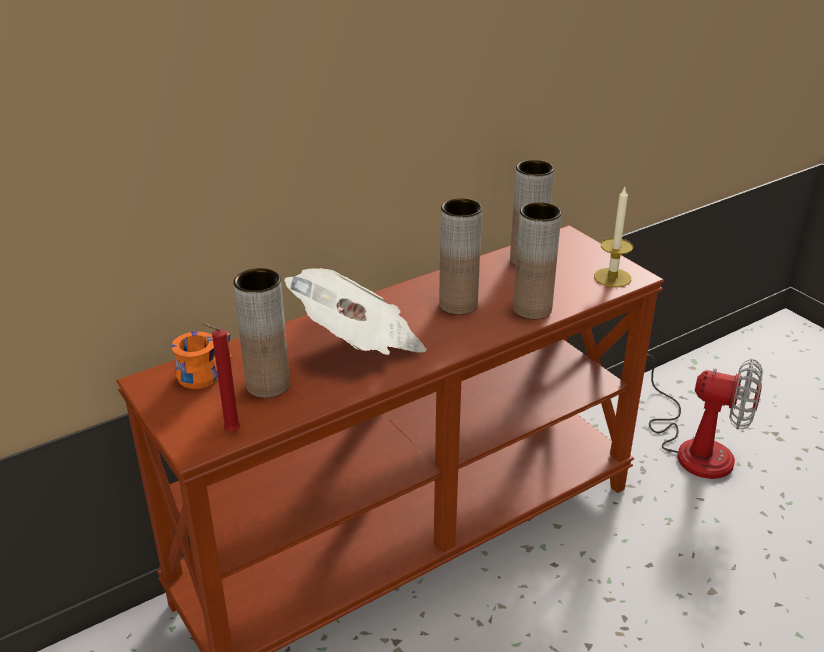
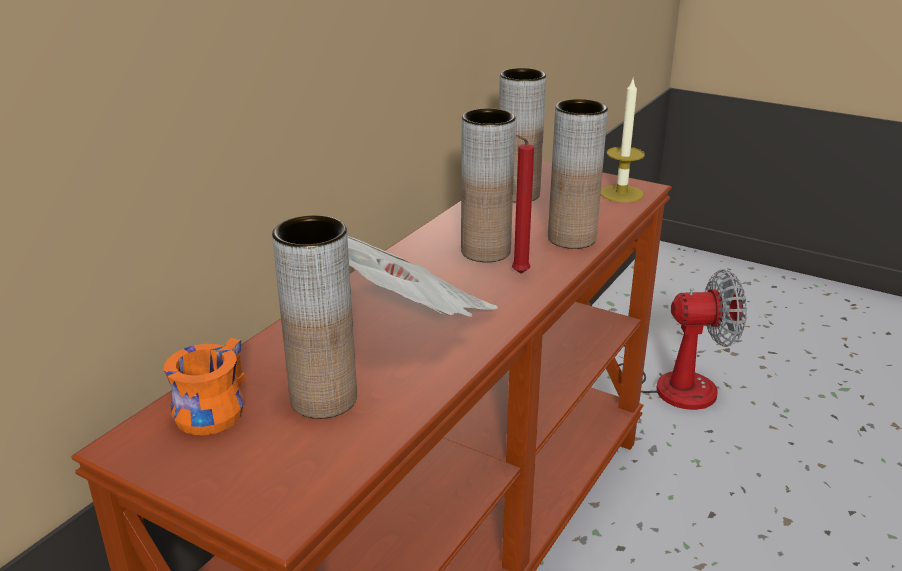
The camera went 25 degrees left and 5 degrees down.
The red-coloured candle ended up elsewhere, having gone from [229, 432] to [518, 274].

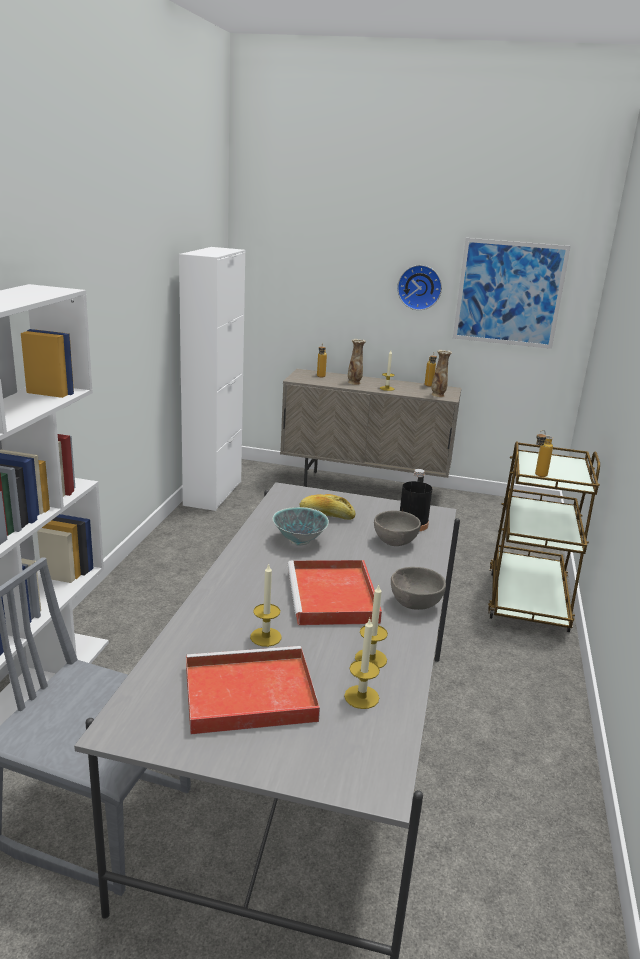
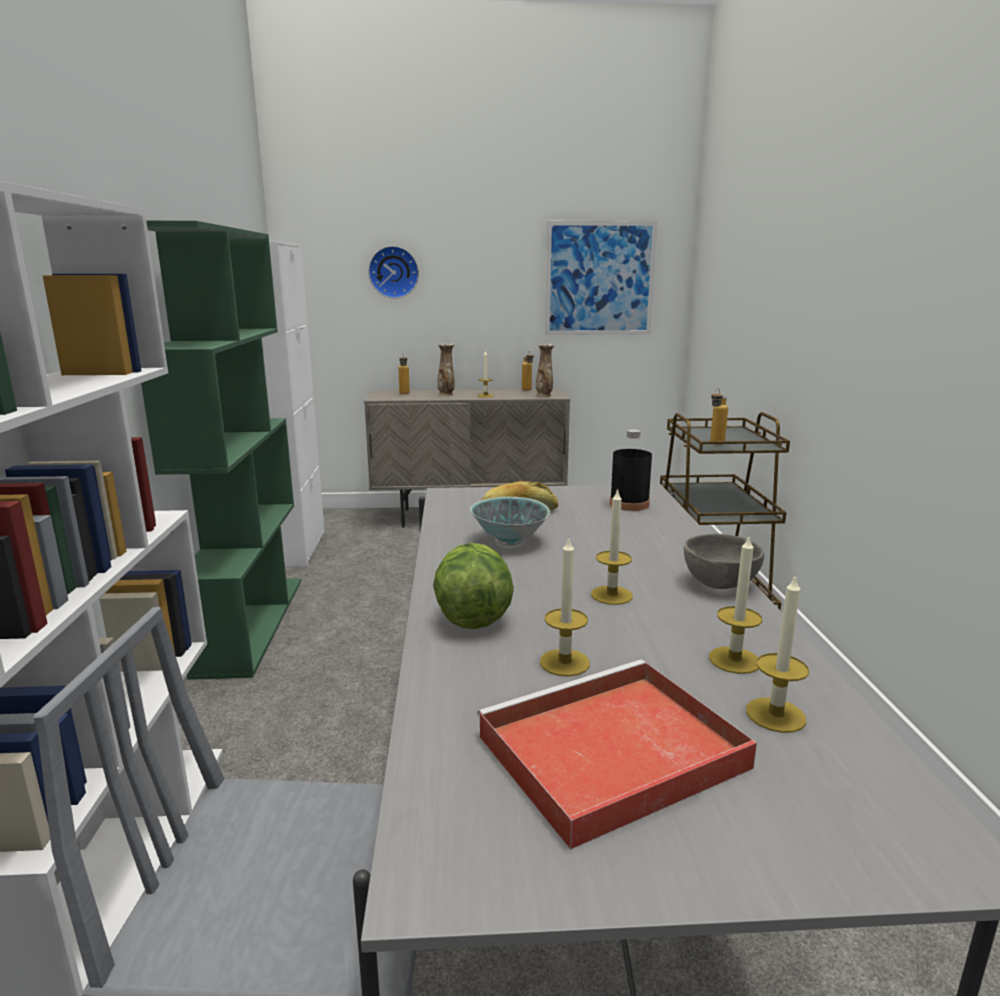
The camera went 15 degrees left and 5 degrees down.
The second view lost the greyish deep dish at [394, 542].
The second view gained the greenish shelving unit at [251, 623].
The second view gained the lettuce head at [472, 617].
The wall clock ended up elsewhere, having gone from [419, 287] to [394, 272].
Where the red-coloured serving tray stood at [333, 597], the candle came to stand at [611, 595].

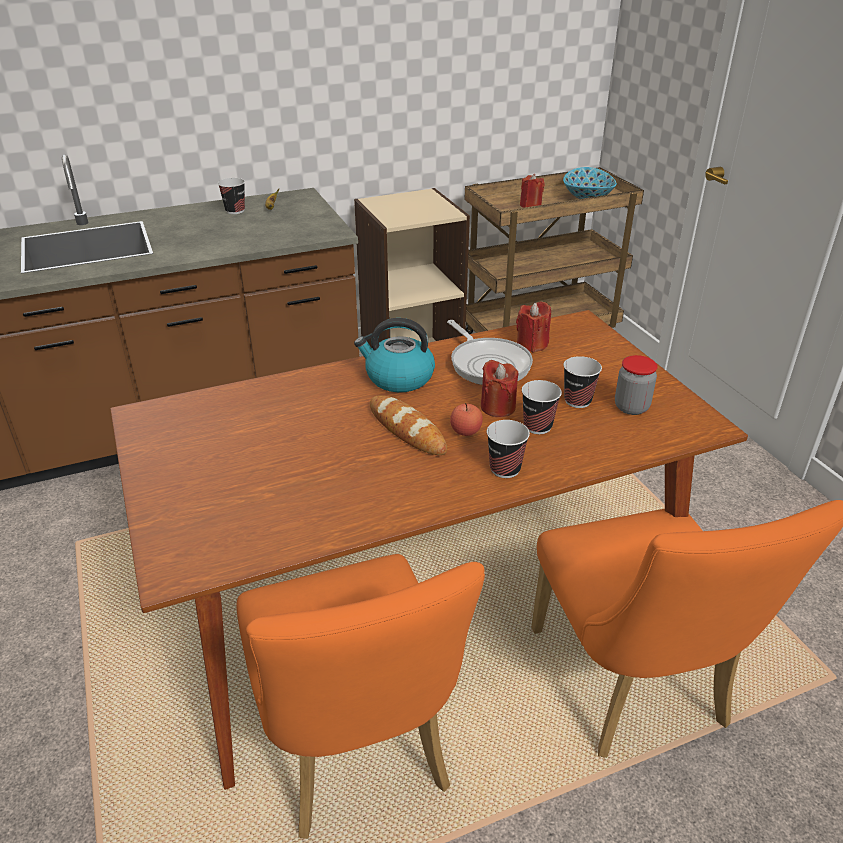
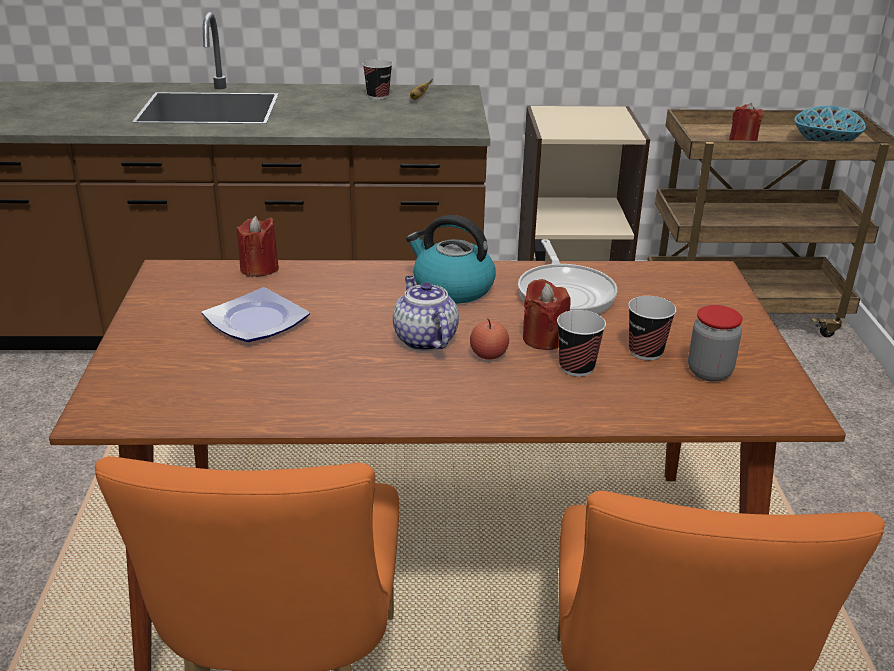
The camera went 20 degrees right and 5 degrees down.
The second view lost the drinking cup at [505, 469].
The second view gained the flat dish at [259, 321].
The red-coloured candle ended up elsewhere, having gone from [532, 344] to [259, 269].
Where the bread stood at [407, 429], the teapot came to stand at [424, 339].

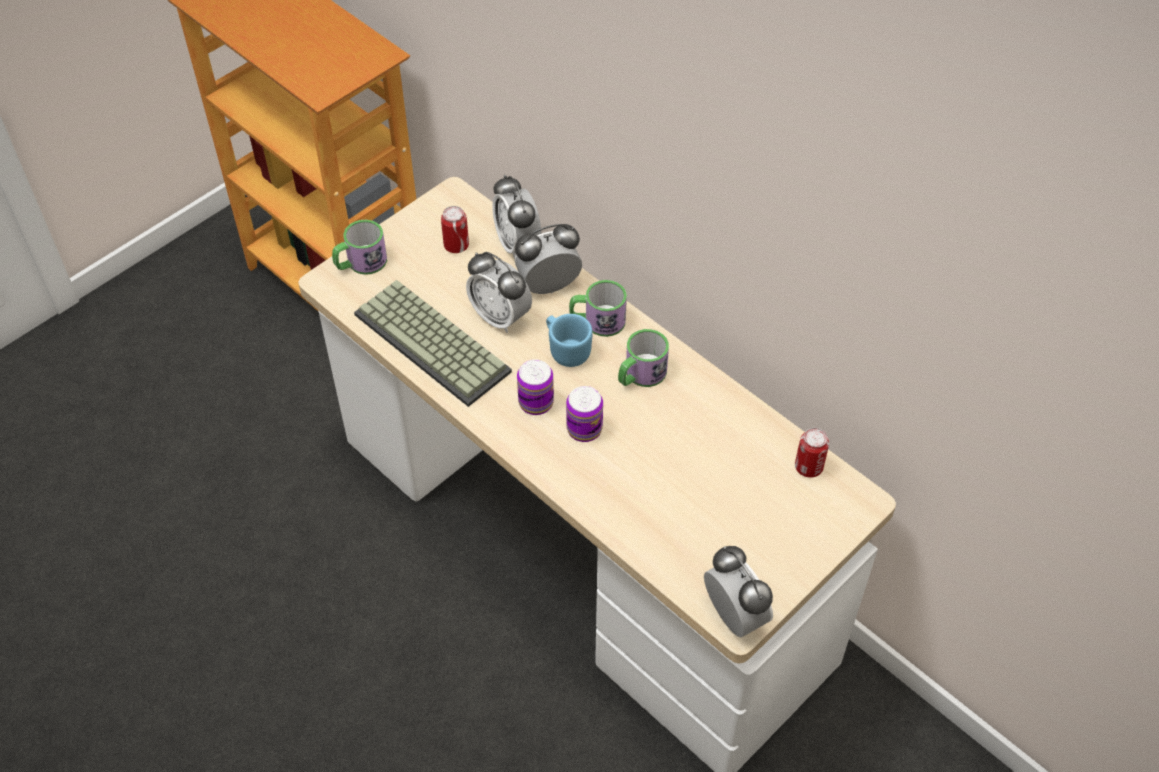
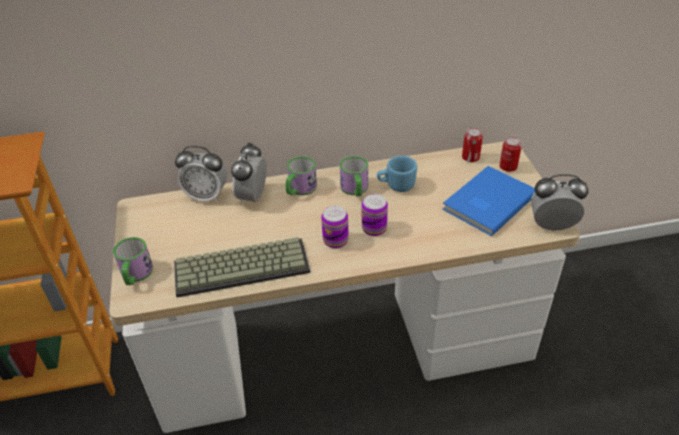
The camera went 55 degrees left and 10 degrees down.
The second view lost the table clock at [500, 317].
The second view gained the blue bound book at [486, 202].
The sealed can ended up elsewhere, having gone from [456, 245] to [508, 167].
The blue coffee mug ended up elsewhere, having gone from [566, 350] to [396, 185].

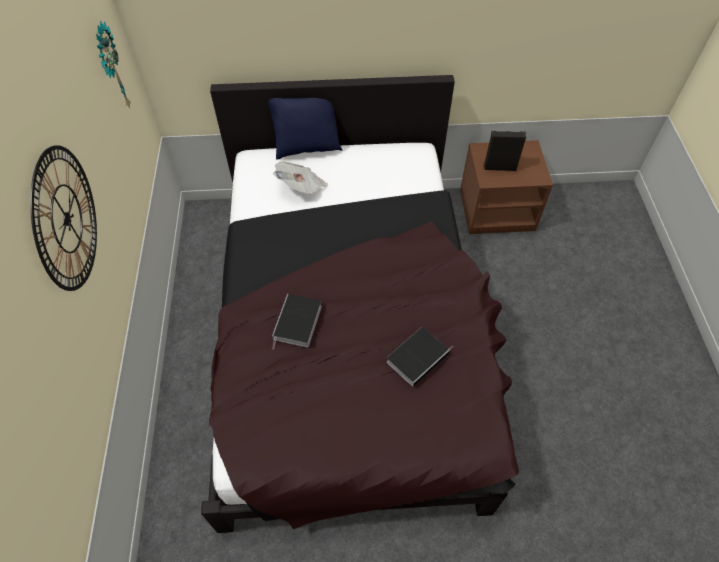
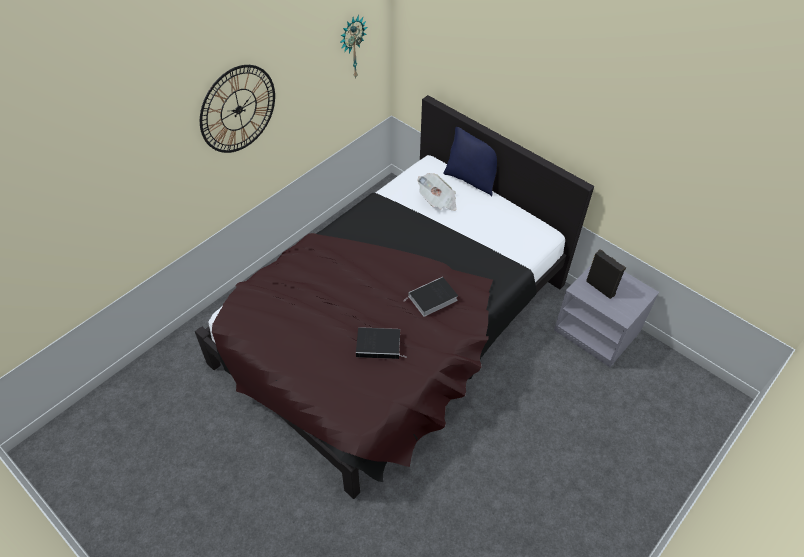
The camera went 45 degrees right and 5 degrees down.
The bound book ended up elsewhere, having gone from [297, 324] to [432, 299].
What was the brownish bedside table at [497, 210] turned into the greyish bedside table at [597, 331].

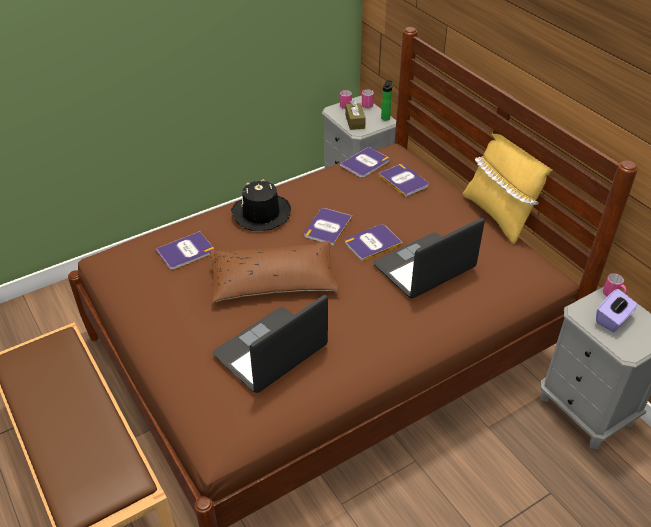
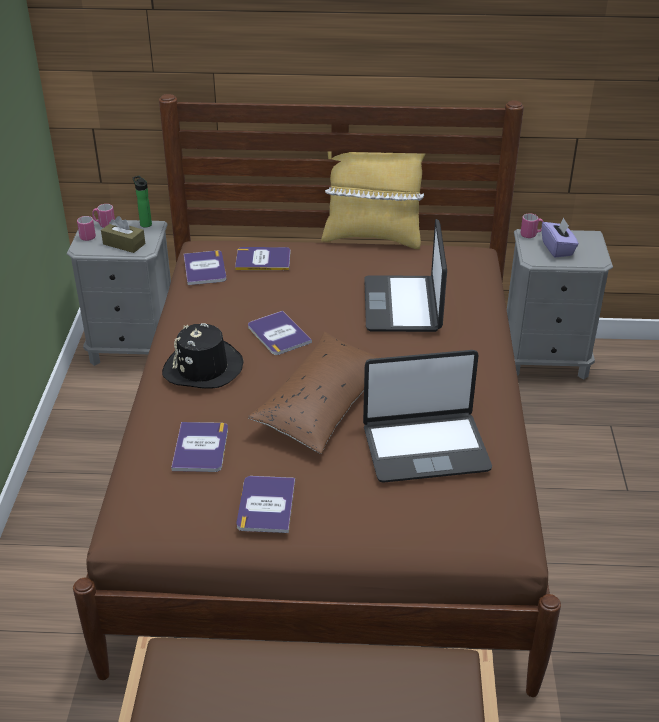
The camera went 55 degrees left and 5 degrees down.
The bound book ended up elsewhere, having gone from [372, 243] to [266, 505].
The portable computer at [271, 352] ended up facing another way, 90 degrees counterclockwise from before.

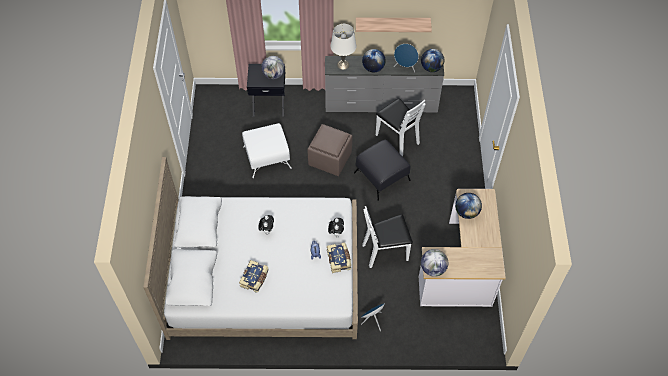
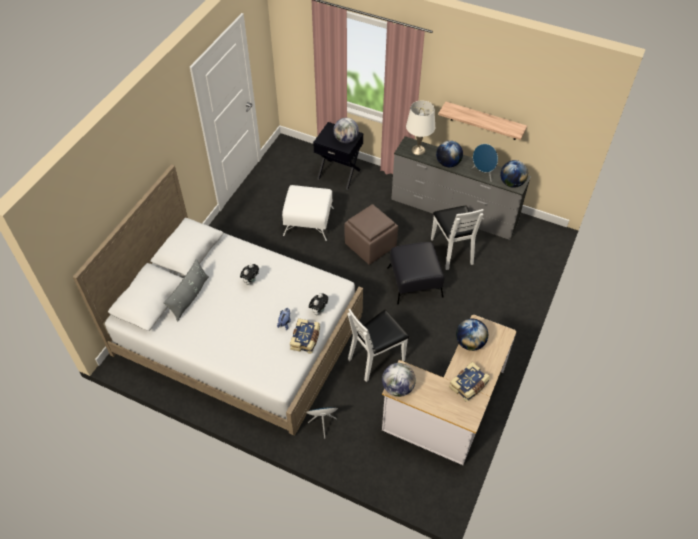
The camera went 25 degrees right and 5 degrees down.
The second view gained the greyish pillow at [190, 297].
The bound book ended up elsewhere, having gone from [255, 279] to [469, 385].
The whitish upright chair at [385, 251] ended up facing another way, 45 degrees counterclockwise from before.

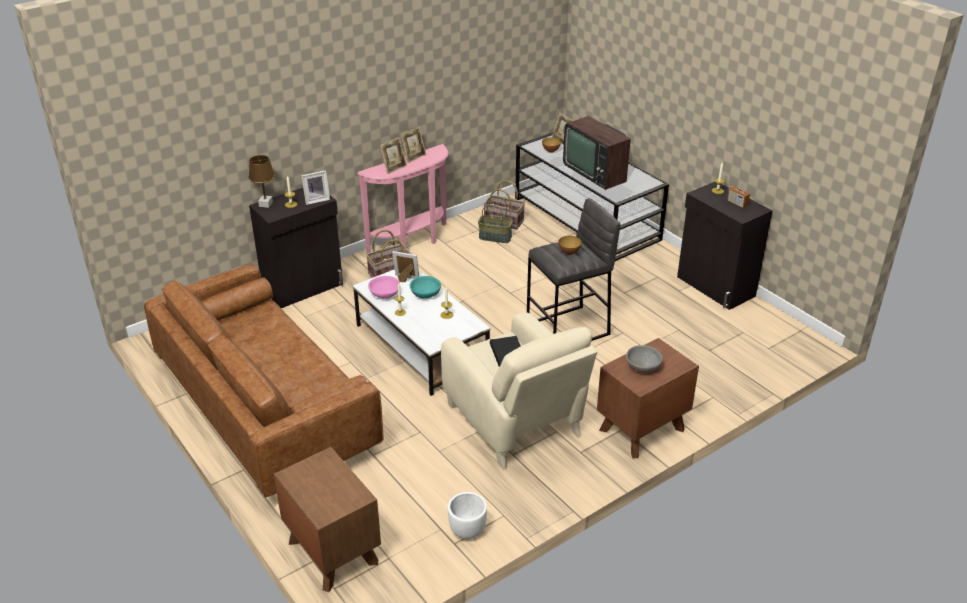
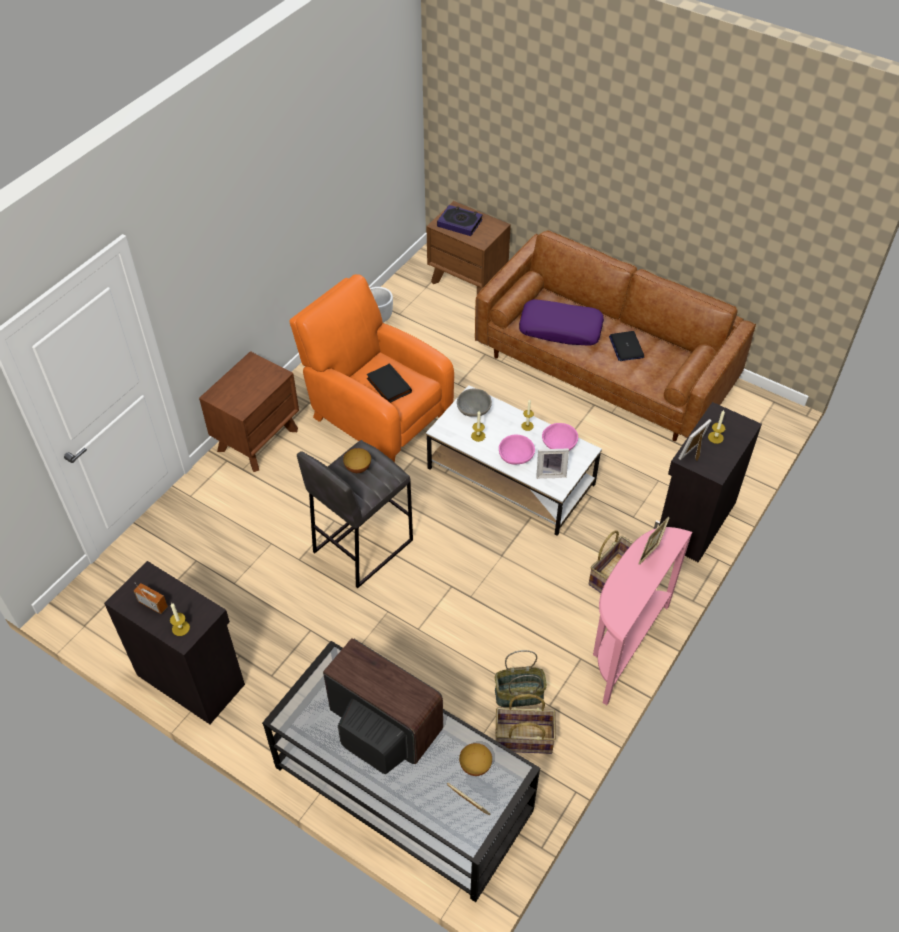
The camera went 160 degrees right and 15 degrees up.
The second view lost the brownish tabletop lamp at [266, 204].
The second view lost the picture frame at [414, 157].
The second view gained the bound book at [460, 223].
The second view gained the purple pillow at [560, 329].
The second view gained the portable computer at [626, 347].
The greyish deep dish ended up elsewhere, having gone from [643, 367] to [473, 410].
What was the turquoise deep dish at [426, 294] turned into the pink-coloured deep dish at [515, 457].
What was the sand-coloured lounge chair at [515, 423] turned into the orangey lounge chair at [376, 414].

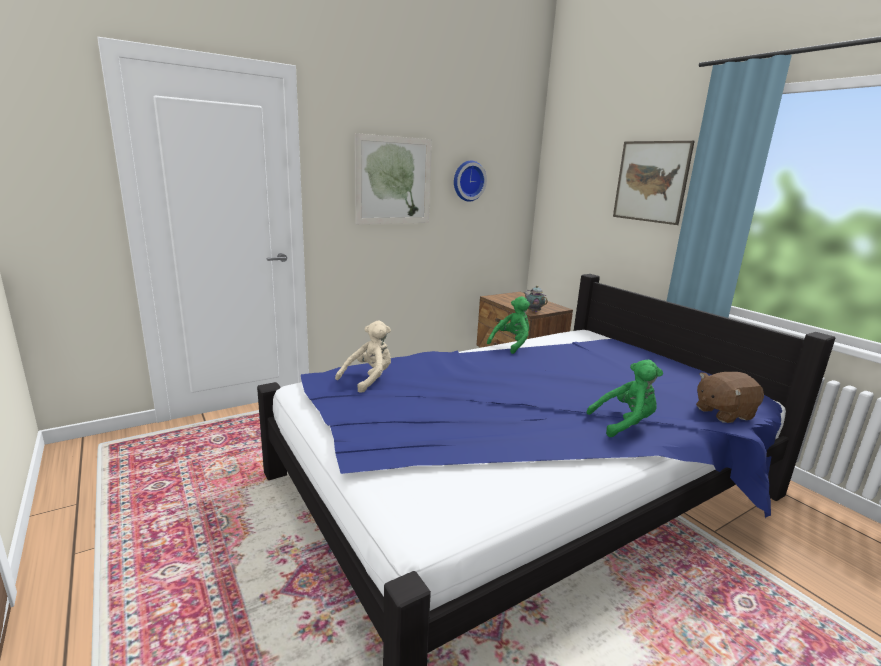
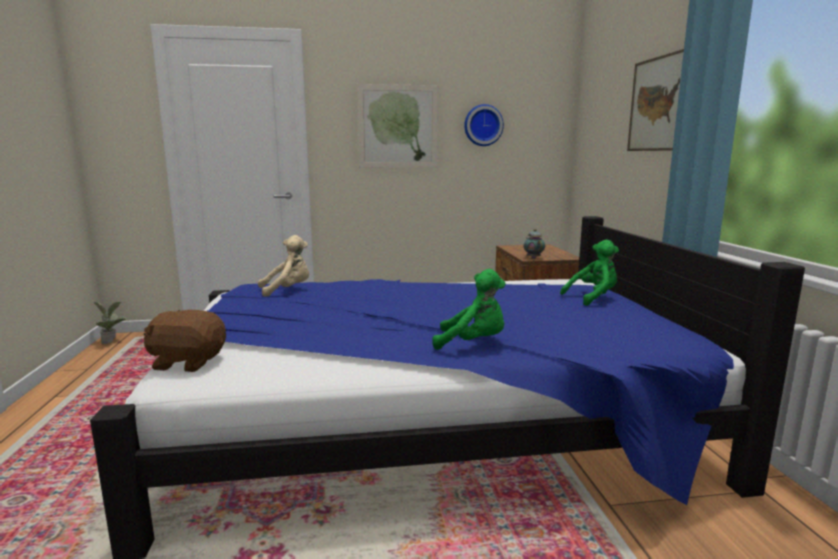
The camera went 25 degrees right and 5 degrees down.
The second view gained the plant in a pot at [112, 341].
The greenish plush toy ended up elsewhere, having gone from [511, 344] to [593, 298].
The brownish plush toy ended up elsewhere, having gone from [723, 413] to [188, 362].

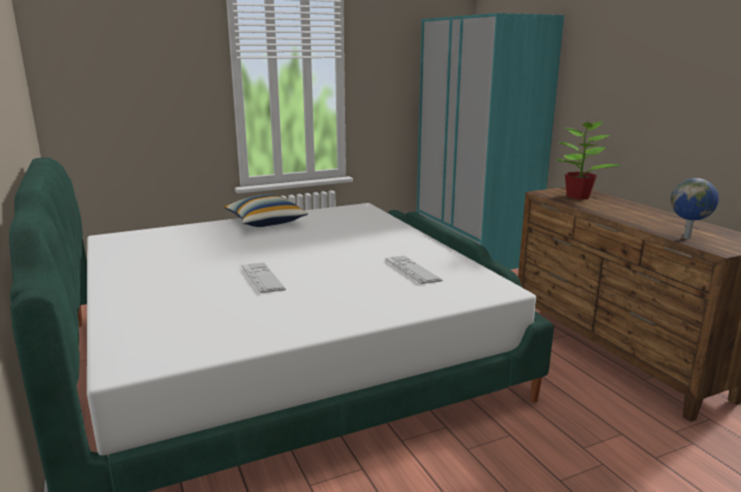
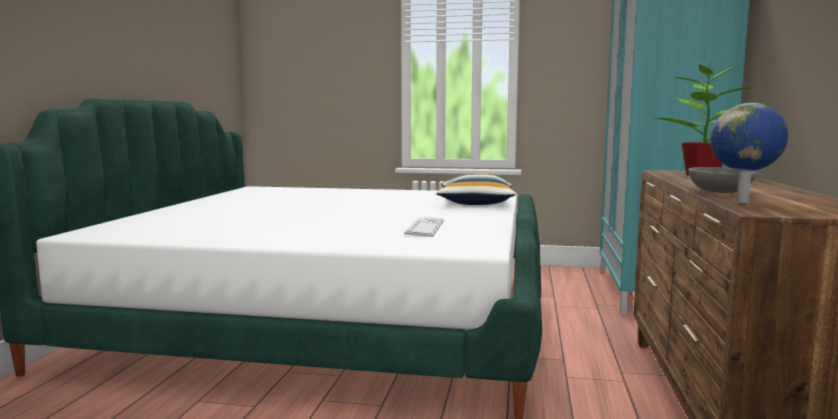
The camera went 35 degrees right and 10 degrees down.
The second view lost the computer keyboard at [262, 278].
The second view gained the greyish deep dish at [721, 192].
The pillow ended up elsewhere, having gone from [265, 222] to [475, 203].

